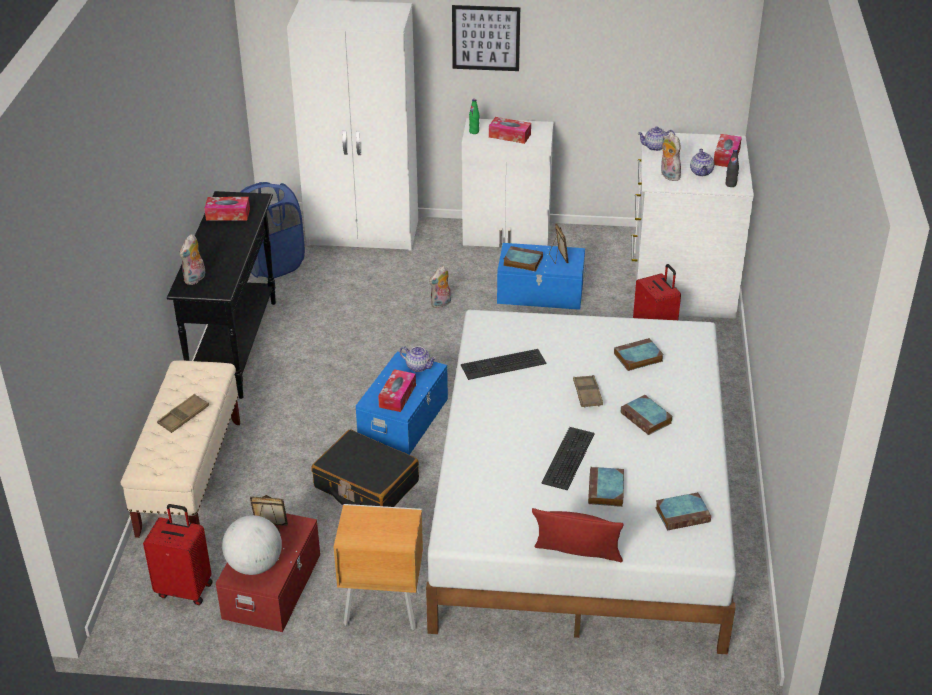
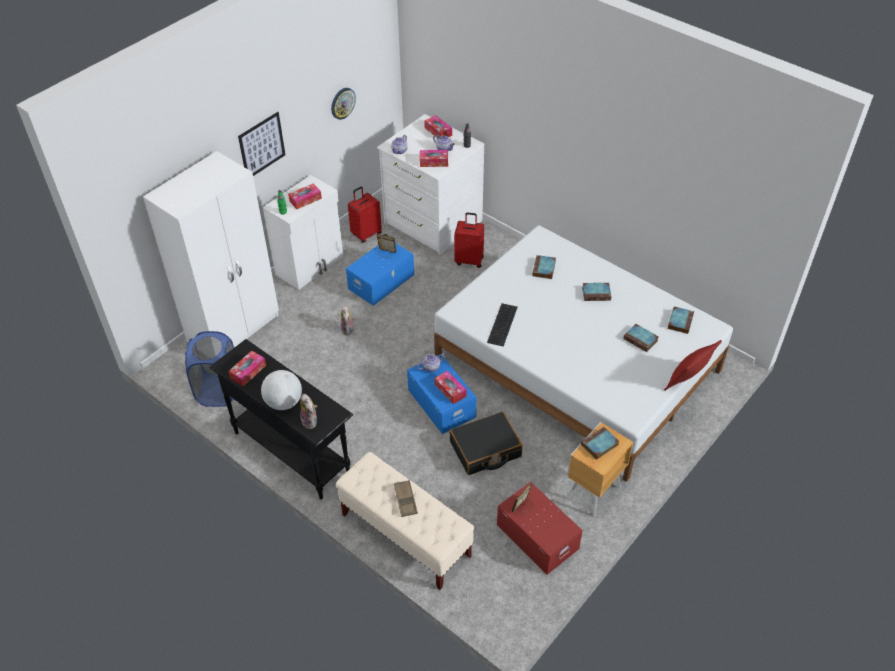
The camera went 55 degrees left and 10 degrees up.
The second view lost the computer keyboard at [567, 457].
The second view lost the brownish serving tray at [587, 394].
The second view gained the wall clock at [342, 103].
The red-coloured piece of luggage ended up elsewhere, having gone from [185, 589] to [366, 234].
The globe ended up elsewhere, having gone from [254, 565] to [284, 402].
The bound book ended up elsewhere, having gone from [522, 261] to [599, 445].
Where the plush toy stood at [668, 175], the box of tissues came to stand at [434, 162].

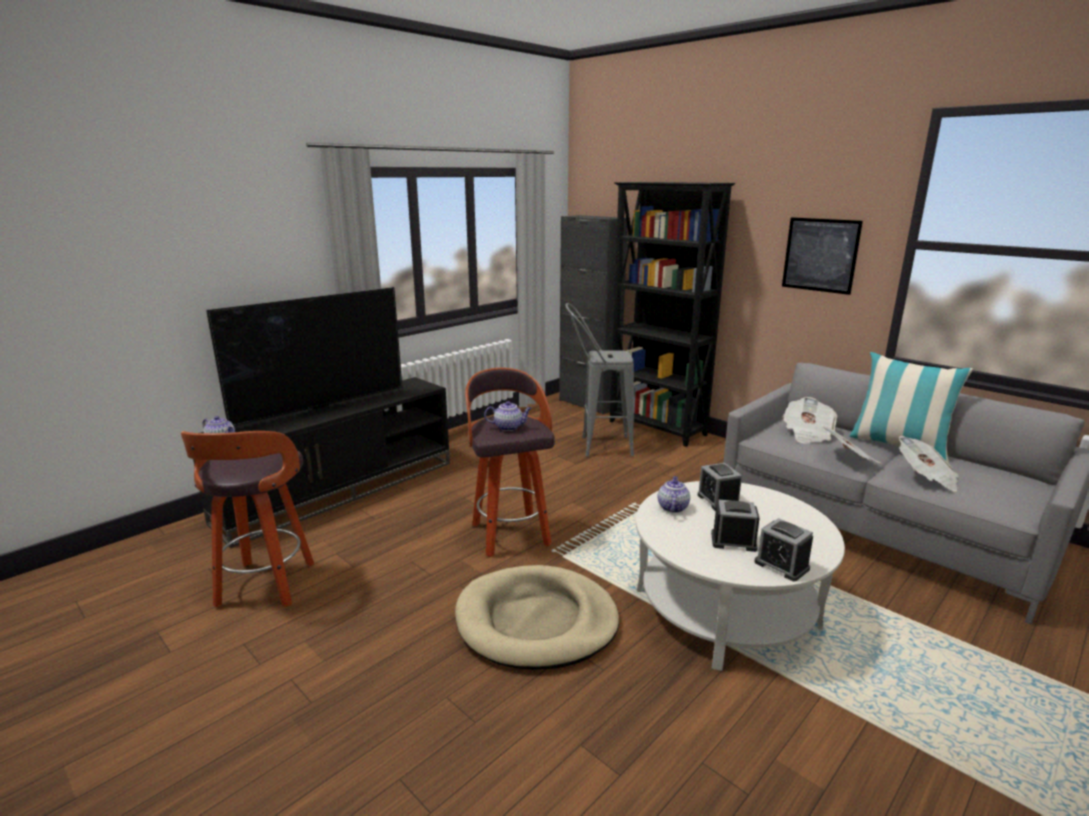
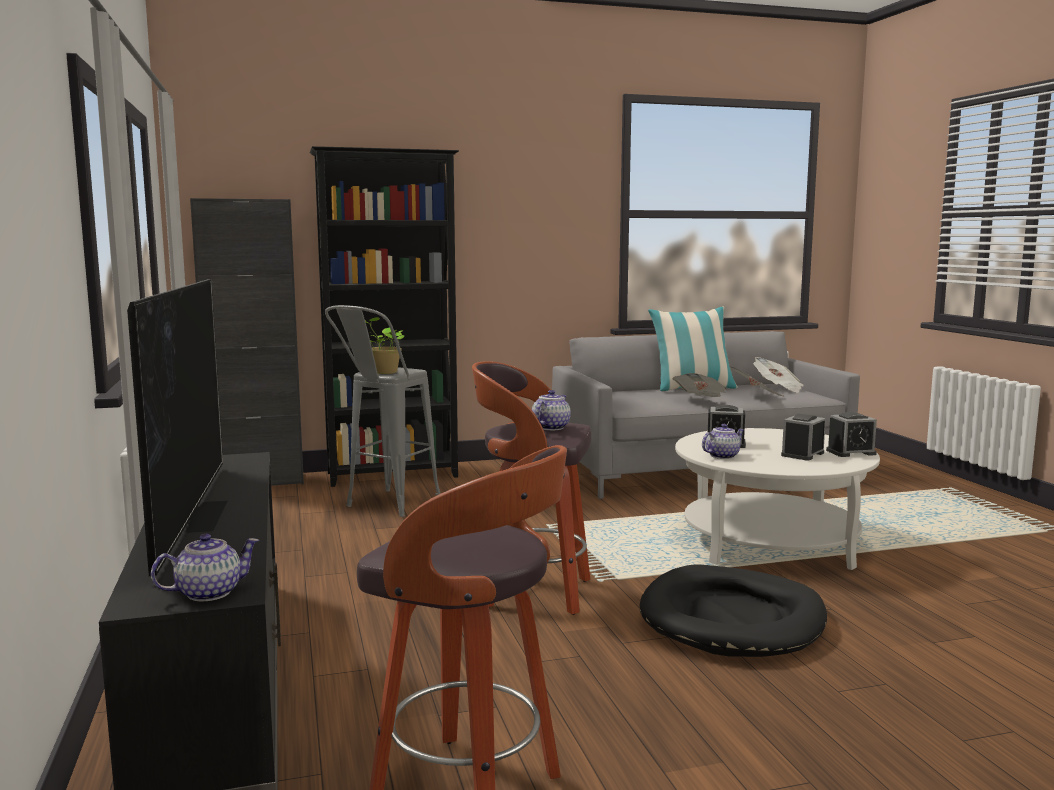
The camera went 60 degrees left and 10 degrees down.
The second view lost the wall picture at [820, 255].
The second view gained the plant in a pot at [383, 372].
The printed paper ended up elsewhere, having gone from [807, 434] to [778, 388].
What was the sand-coloured dog bed at [536, 622] turned into the black dog bed at [732, 619].
The teapot at [672, 507] ended up facing another way, 105 degrees clockwise from before.

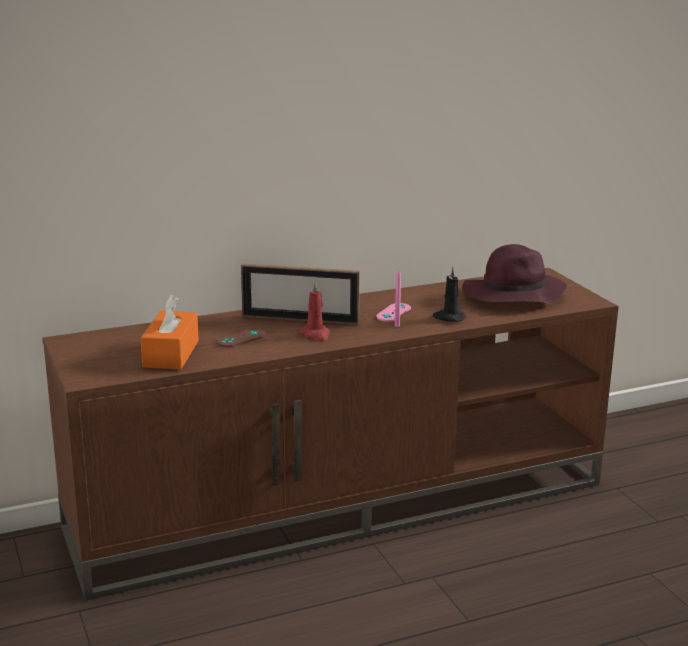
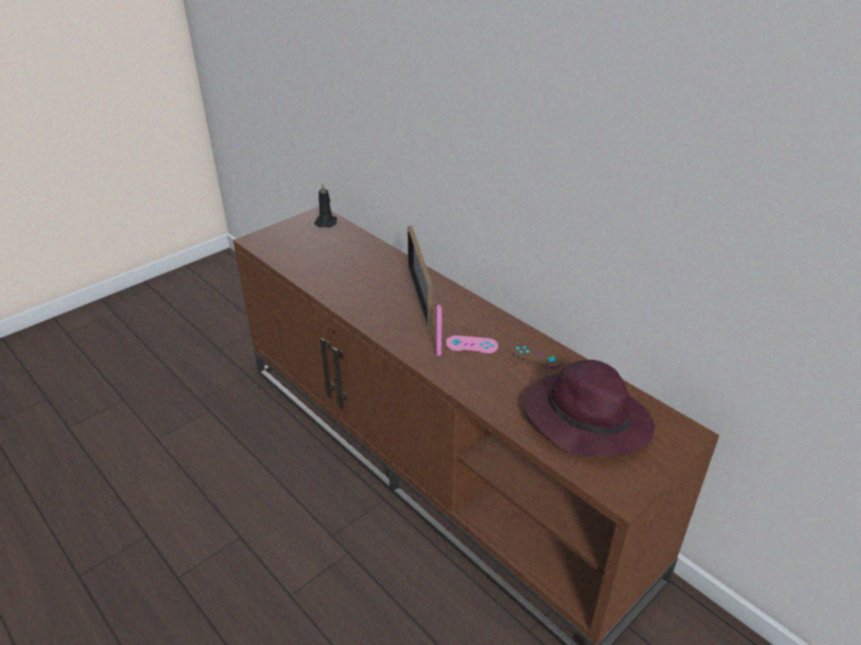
The camera went 70 degrees right and 15 degrees up.
The second view lost the orangey box of tissues at [171, 354].
The second view lost the red-coloured candle at [315, 334].
The brownish joypad ended up elsewhere, having gone from [240, 338] to [536, 356].
The black candle ended up elsewhere, having gone from [448, 317] to [326, 222].

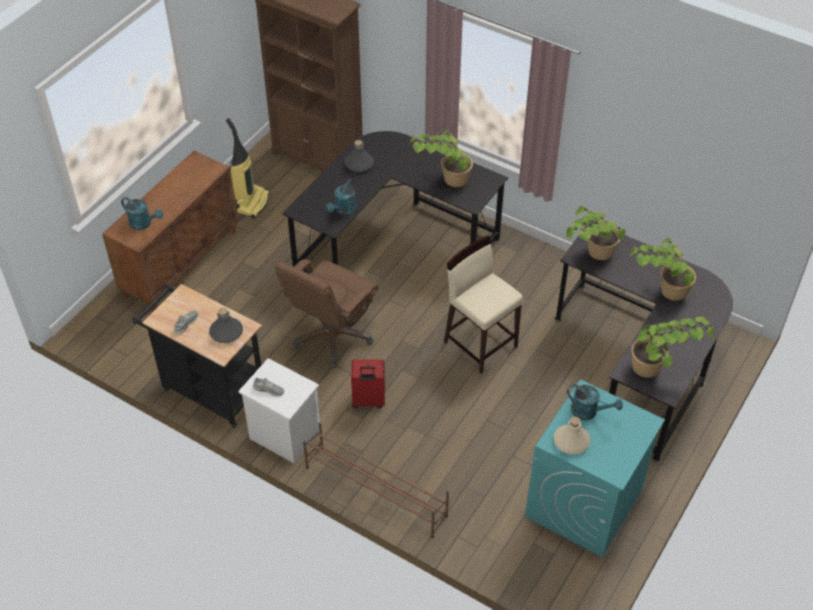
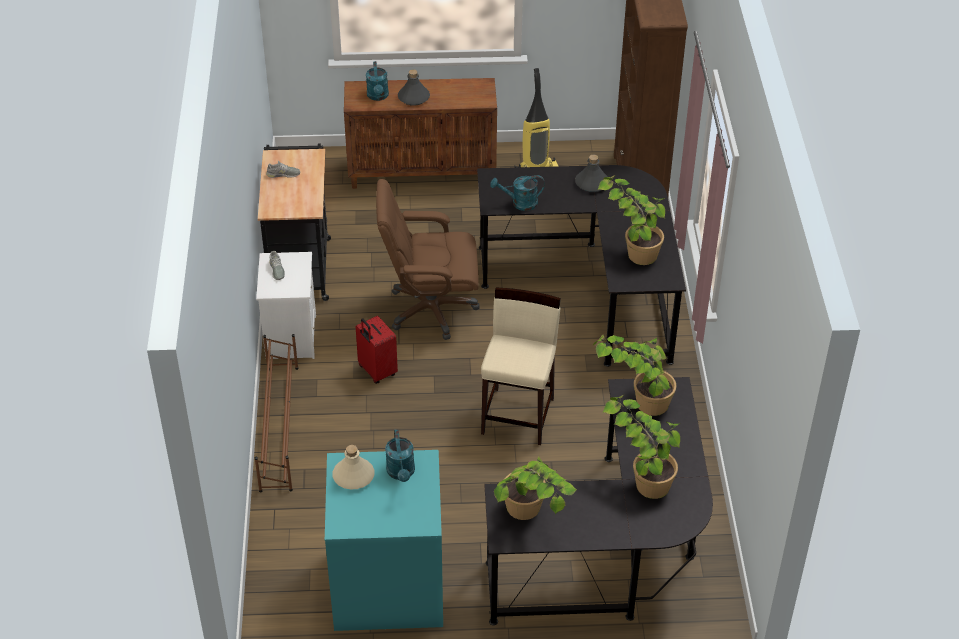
The camera went 55 degrees right and 5 degrees down.
The greyish drink bottle ended up elsewhere, having gone from [226, 332] to [413, 98].

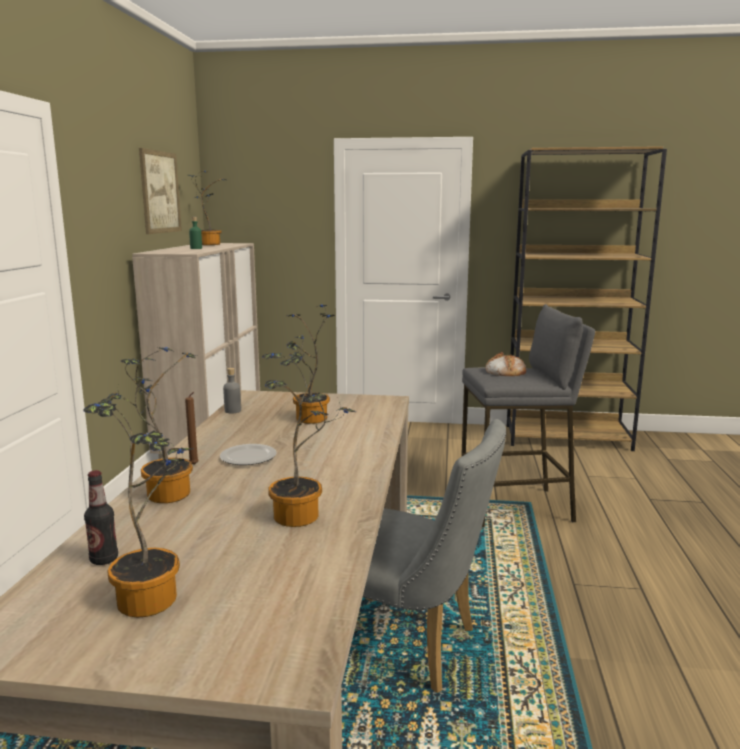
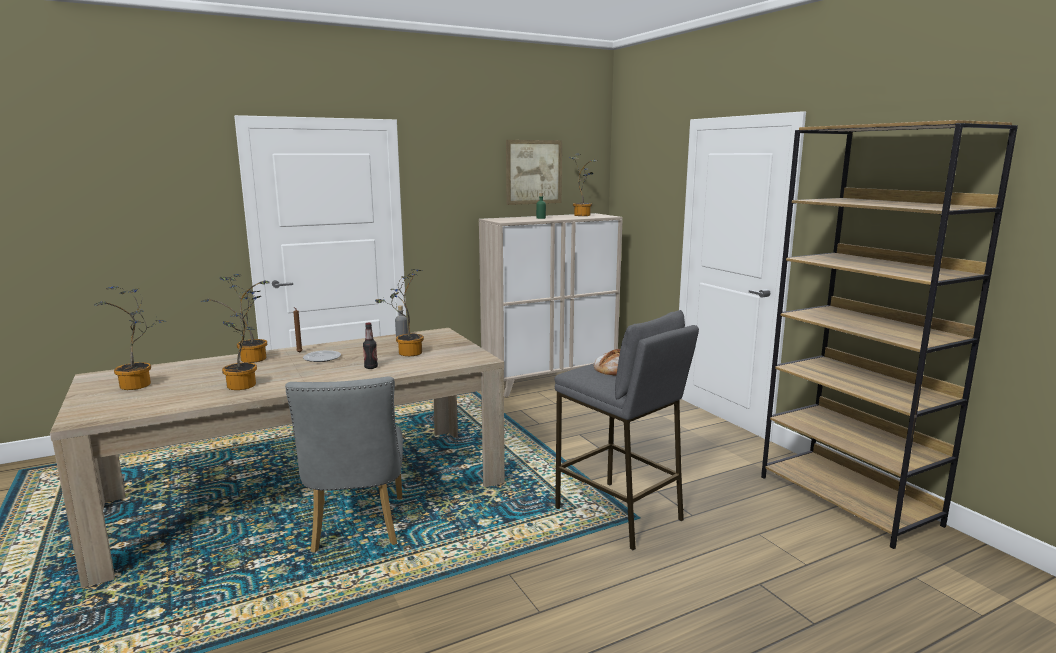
The camera went 55 degrees right and 0 degrees up.
The drink bottle ended up elsewhere, having gone from [104, 559] to [371, 367].

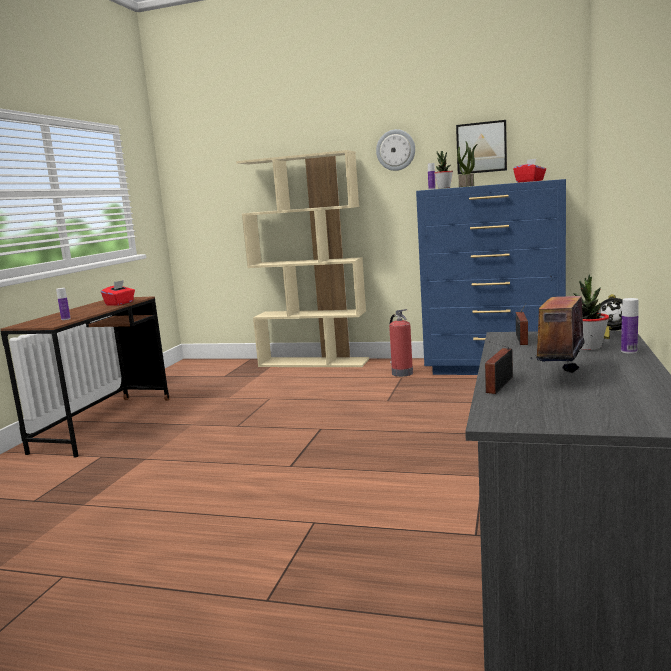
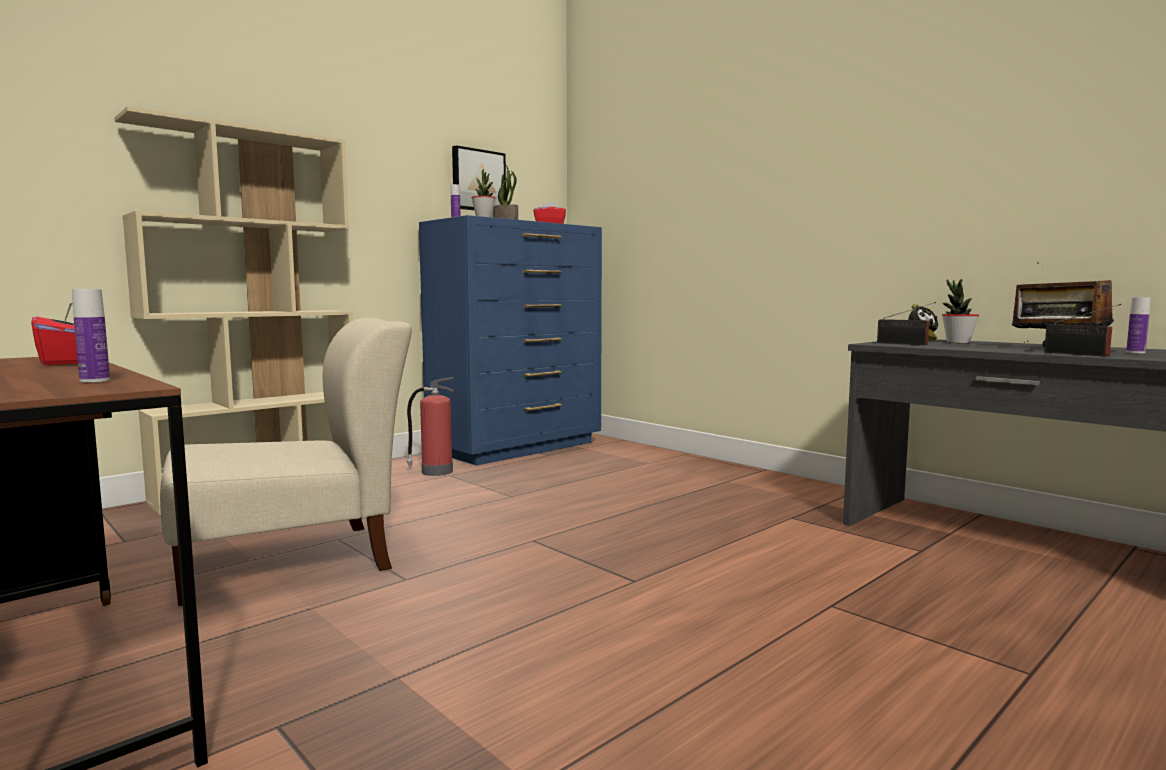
The camera went 60 degrees left and 5 degrees down.
The second view lost the wall clock at [395, 150].
The second view gained the sand-coloured upright chair at [295, 561].
The drink bottle ended up elsewhere, having gone from [629, 351] to [1135, 352].

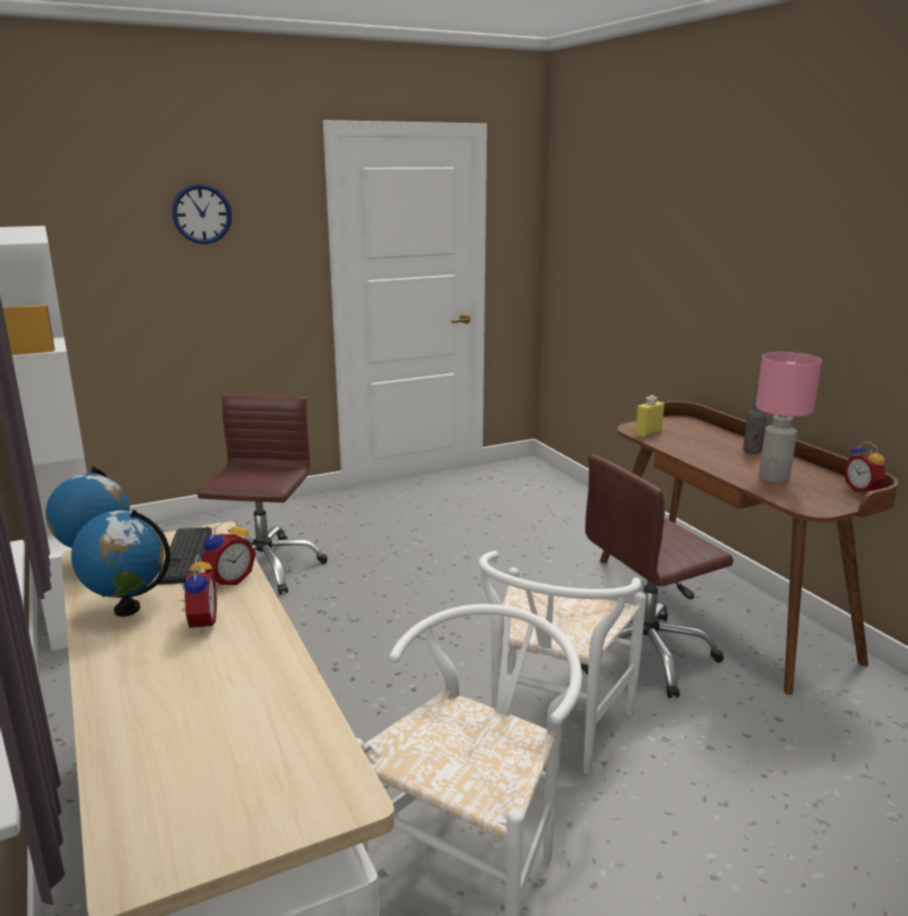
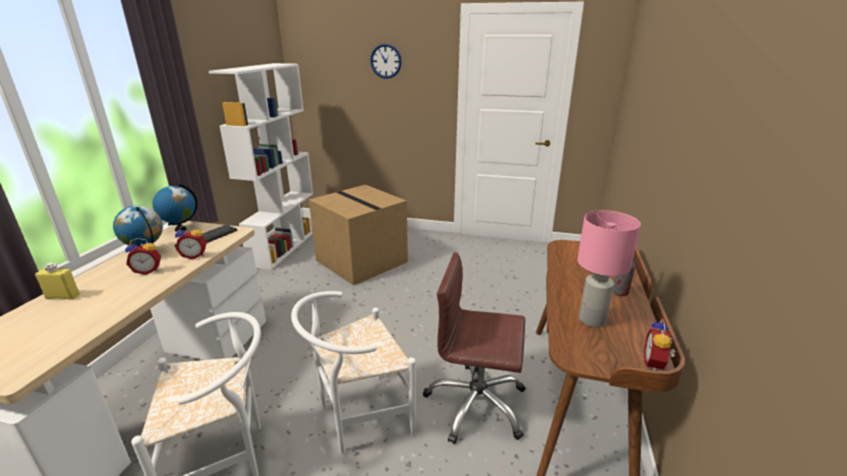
The camera went 40 degrees right and 5 degrees up.
The yellowish drink bottle ended up elsewhere, having gone from [648, 433] to [63, 296].
Where the brownish desk chair stood at [264, 567], the packing box came to stand at [363, 261].
The table clock at [199, 623] ended up facing another way, 45 degrees clockwise from before.

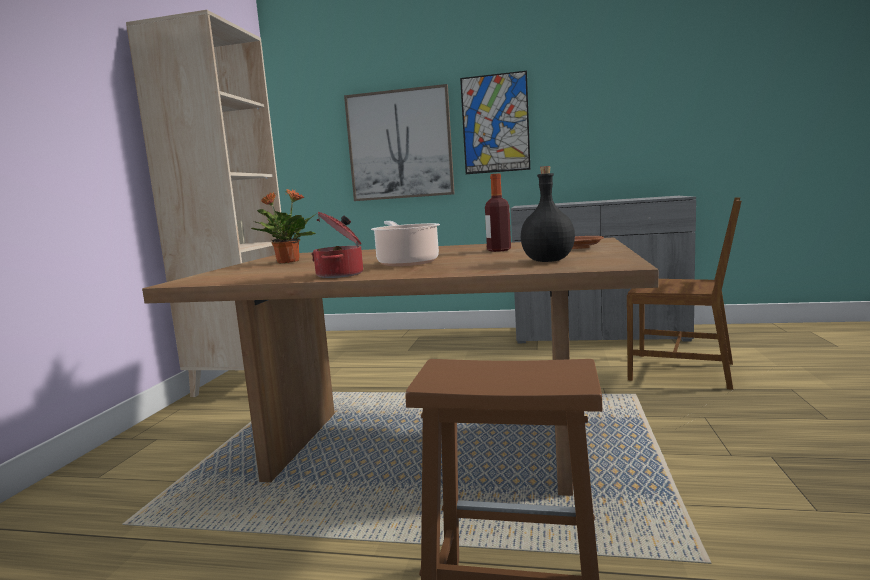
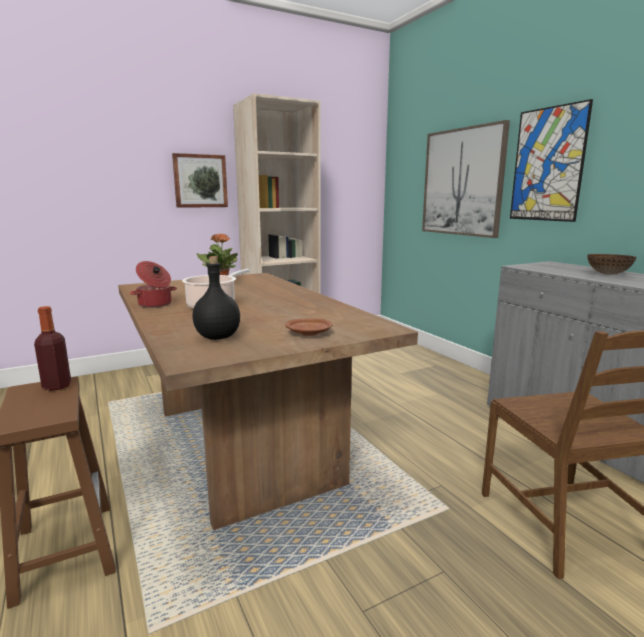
The camera went 50 degrees right and 5 degrees up.
The second view gained the wall picture at [200, 181].
The second view gained the deep dish at [608, 274].
The drink bottle ended up elsewhere, having gone from [499, 250] to [57, 386].

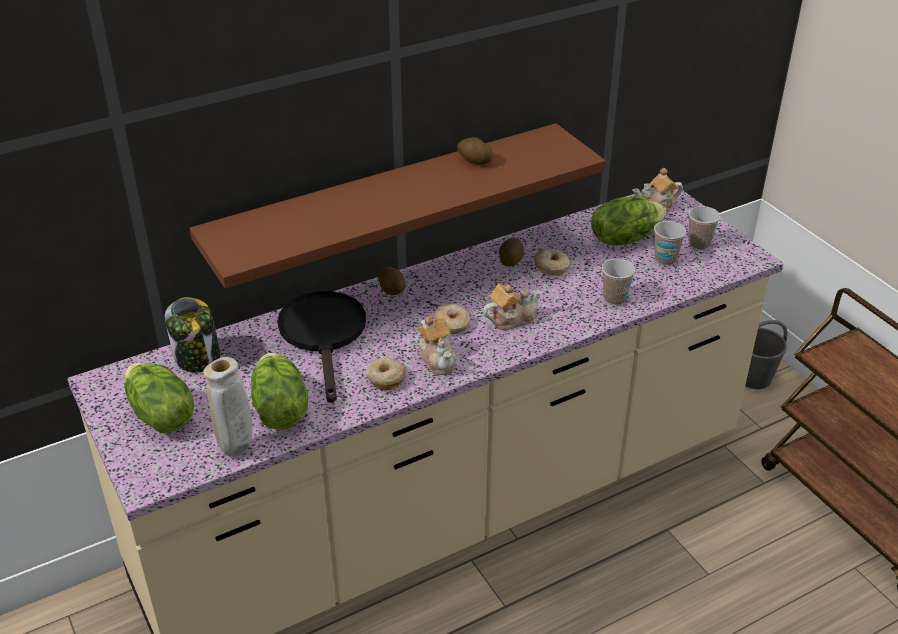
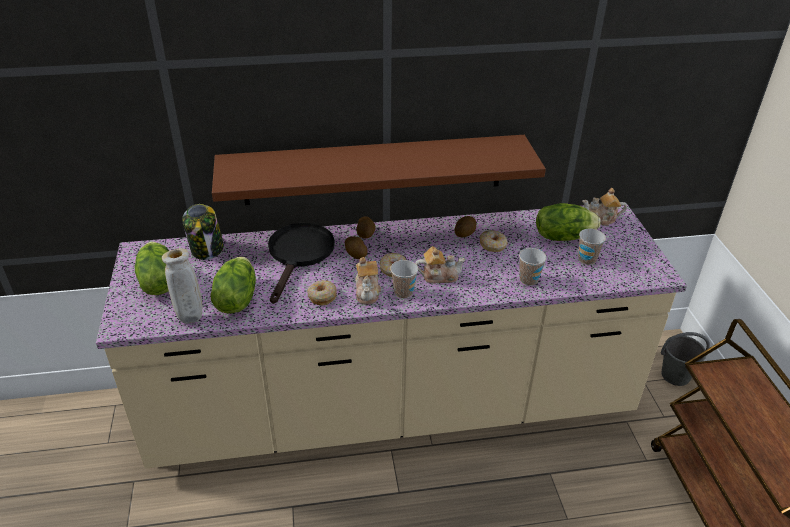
The camera went 20 degrees right and 0 degrees up.
The whole potato ended up elsewhere, having gone from [474, 161] to [355, 254].
The drinking cup ended up elsewhere, having gone from [699, 244] to [403, 292].

